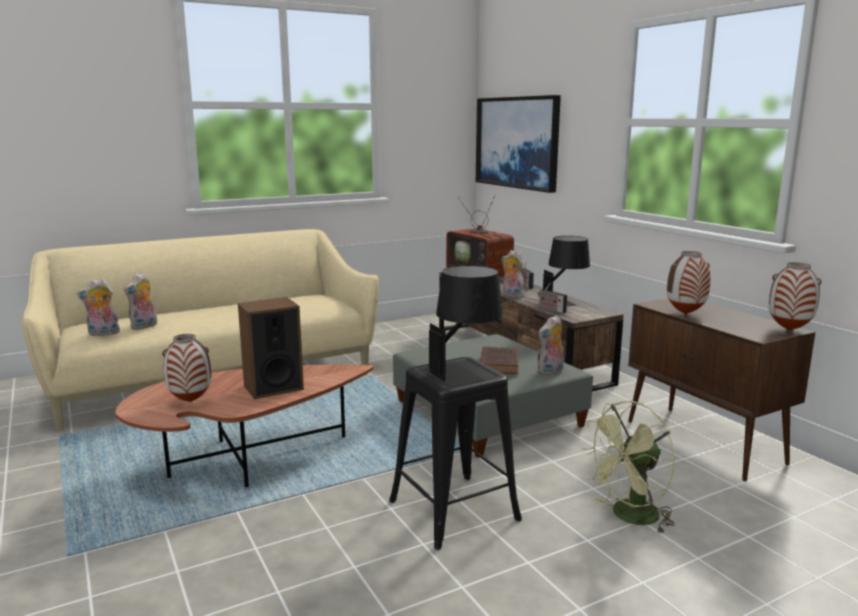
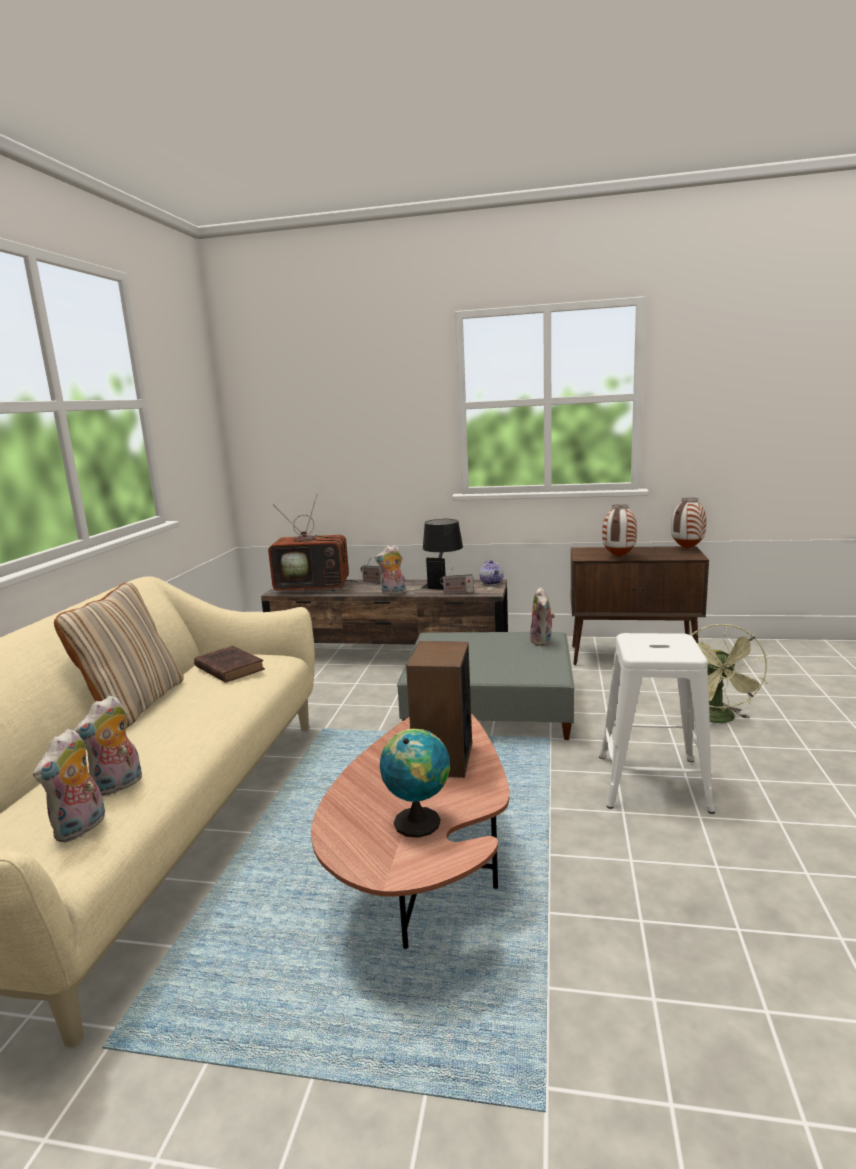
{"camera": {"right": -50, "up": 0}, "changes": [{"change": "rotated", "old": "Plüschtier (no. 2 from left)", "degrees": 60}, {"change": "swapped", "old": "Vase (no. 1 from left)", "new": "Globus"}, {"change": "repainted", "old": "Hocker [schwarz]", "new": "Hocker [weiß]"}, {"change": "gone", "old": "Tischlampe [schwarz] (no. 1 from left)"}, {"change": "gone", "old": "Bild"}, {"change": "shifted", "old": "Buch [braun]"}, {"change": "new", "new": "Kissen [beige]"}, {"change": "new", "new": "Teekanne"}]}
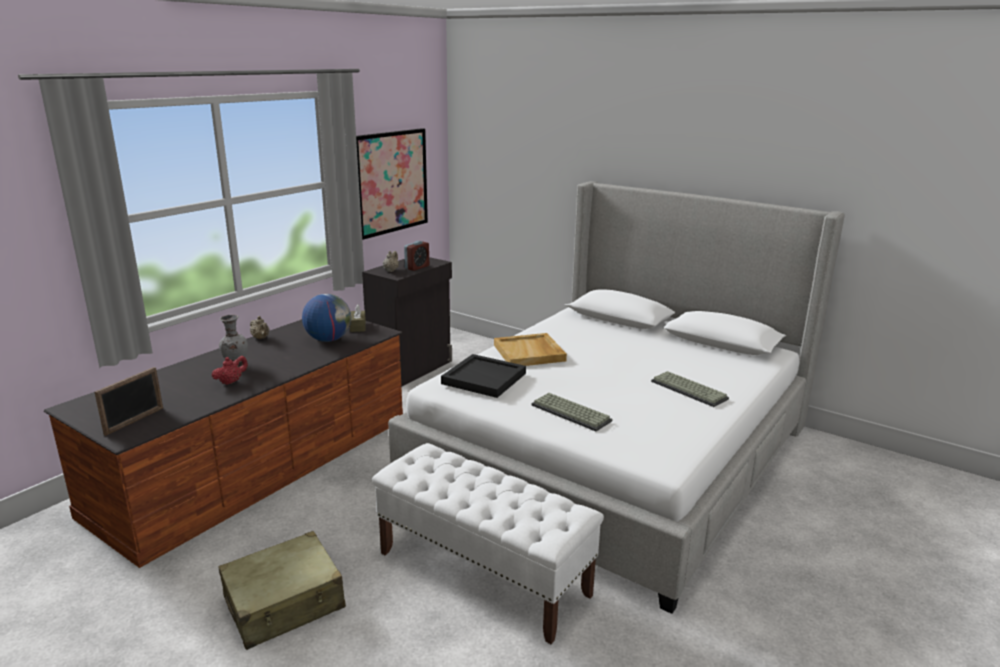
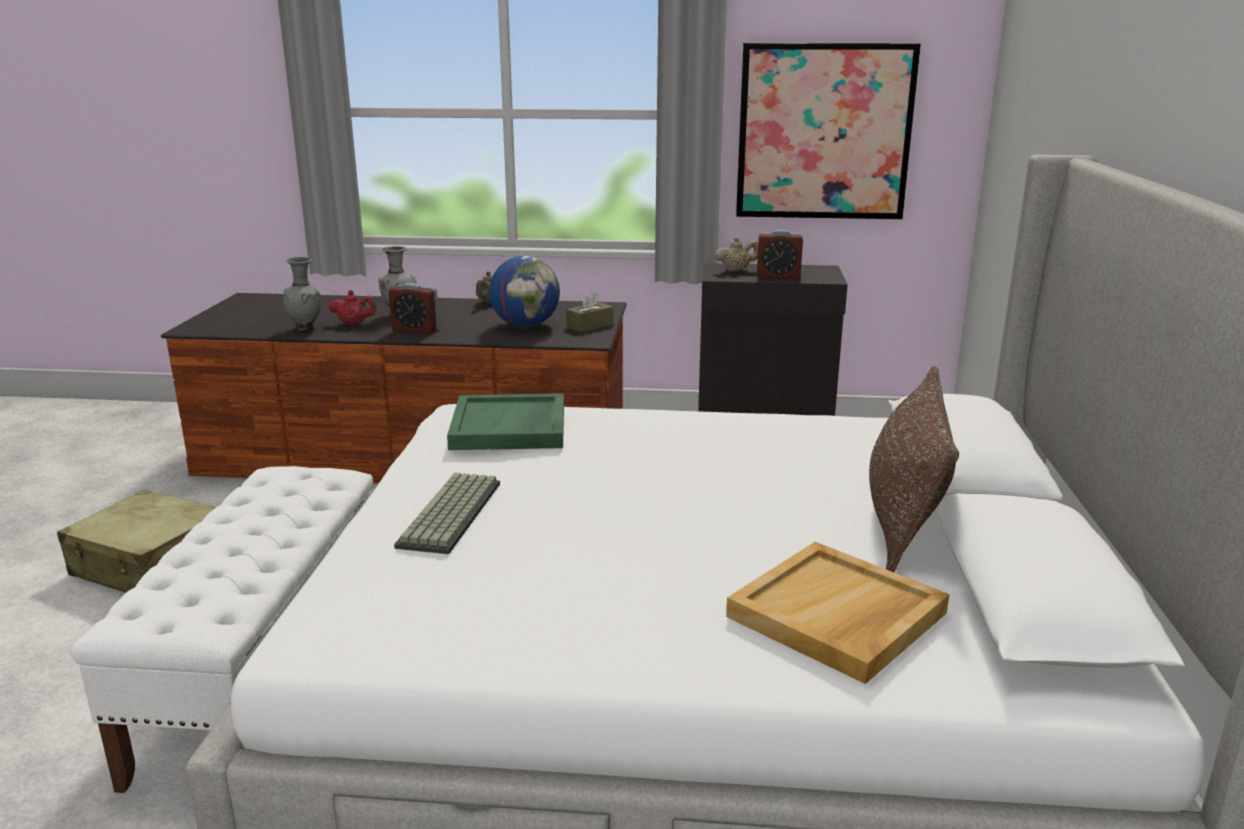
{"camera": {"right": 60, "up": 0}, "changes": [{"change": "gone", "old": "Bilderrahmen"}, {"change": "repainted", "old": "Tablett [schwarz]", "new": "Tablett [grün]"}, {"change": "shifted", "old": "Tablett [beige]"}, {"change": "gone", "old": "Tastatur (no. 2 from left)"}, {"change": "new", "new": "Vase [grau] (no. 1 from left)"}, {"change": "new", "new": "Wecker (no. 1 from left)"}, {"change": "new", "new": "Kissen [braun]"}]}
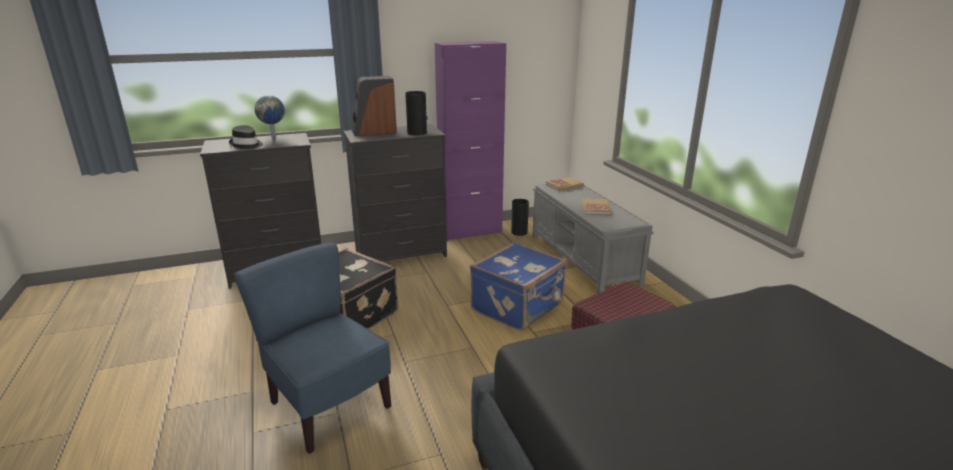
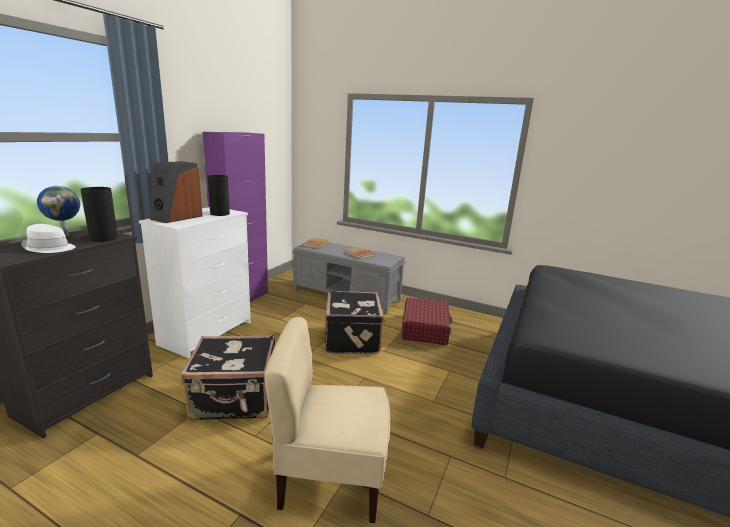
{"camera": {"right": -45, "up": -5}, "changes": [{"change": "repainted", "old": "Hut [schwarz]", "new": "Hut [weiß]"}, {"change": "repainted", "old": "Stuhl [blau]", "new": "Stuhl [beige]"}, {"change": "repainted", "old": "Kommode [schwarz] (no. 2 from left)", "new": "Kommode [weiß]"}, {"change": "repainted", "old": "Koffer [blau]", "new": "Koffer [schwarz] (no. 2 from left)"}, {"change": "shifted", "old": "Vase (no. 2 from left in the first image)", "new": "Vase (no. 1 from left)"}]}
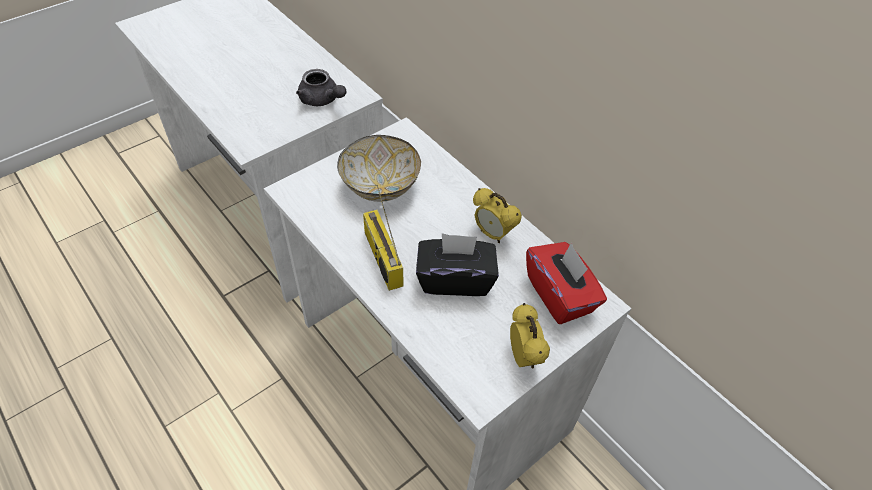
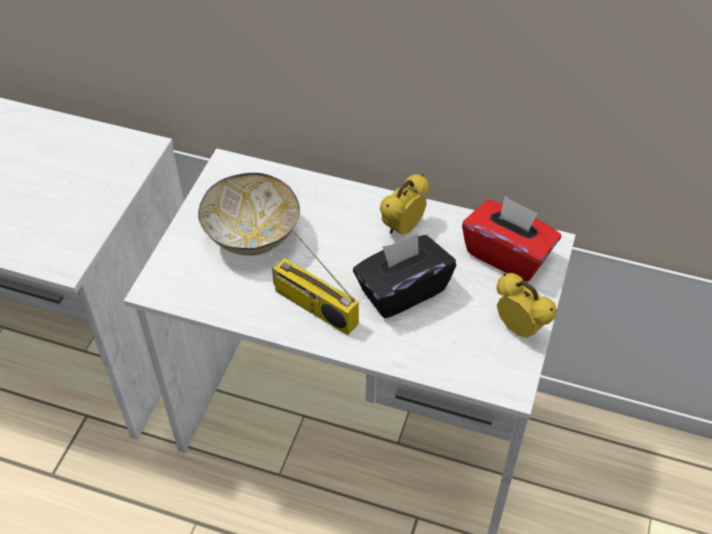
{"camera": {"right": -30, "up": 0}, "changes": [{"change": "gone", "old": "Teekanne [grau]"}, {"change": "rotated", "old": "Wecker (no. 1 from left)", "degrees": 120}]}
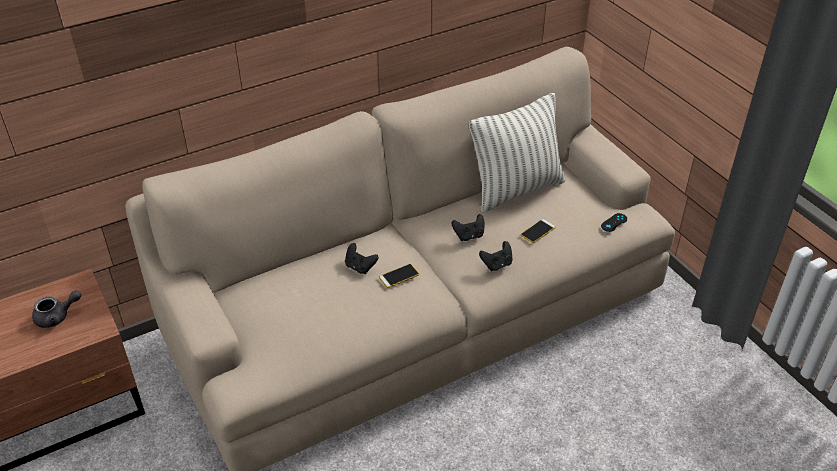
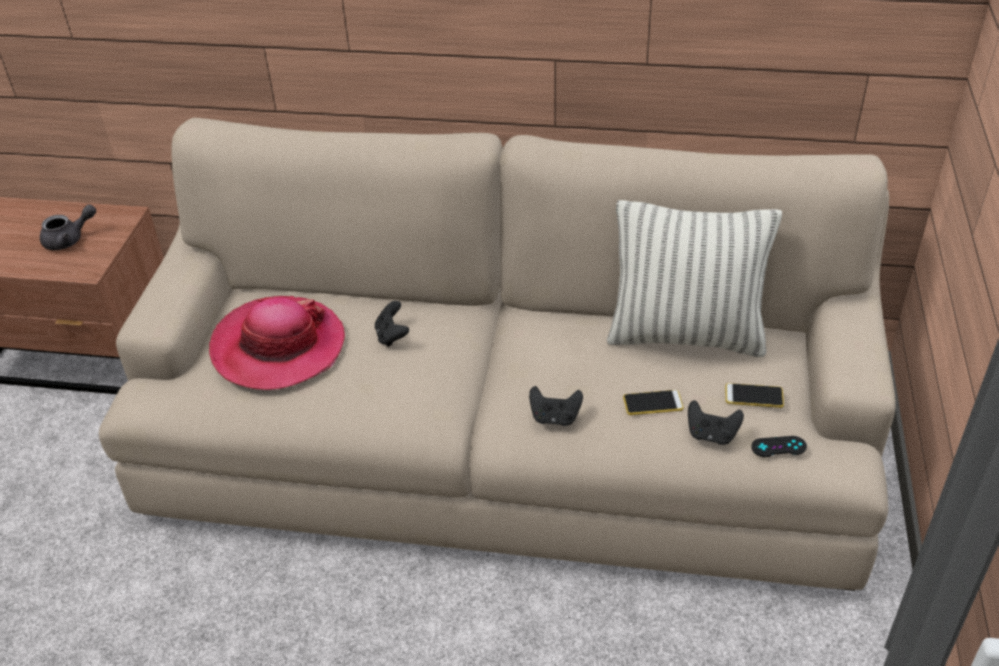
{"camera": {"right": 40, "up": 0}, "changes": [{"change": "rotated", "old": "Teekanne [grau]", "degrees": -45}, {"change": "shifted", "old": "Handy (no. 1 from left in the first image)", "new": "Handy (no. 2 from left)"}, {"change": "shifted", "old": "Gamepad [schwarz] (no. 2 from left in the first image)", "new": "Gamepad [schwarz] (no. 3 from left)"}, {"change": "new", "new": "Hut"}]}
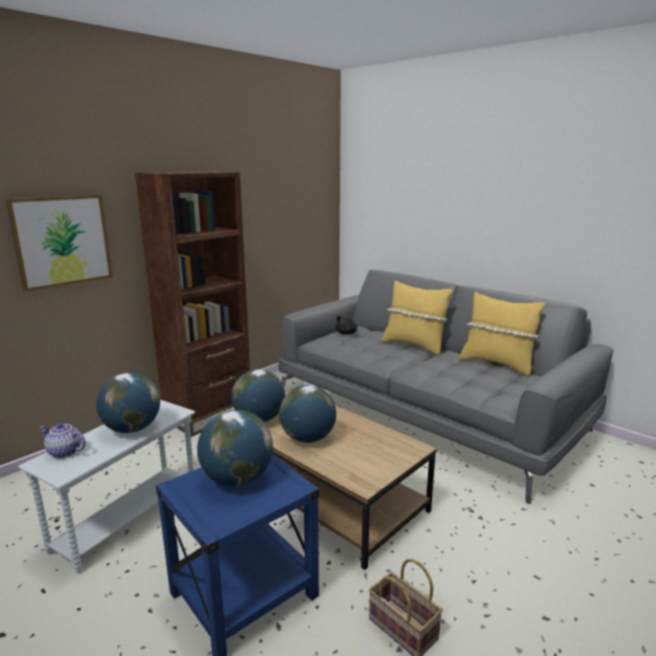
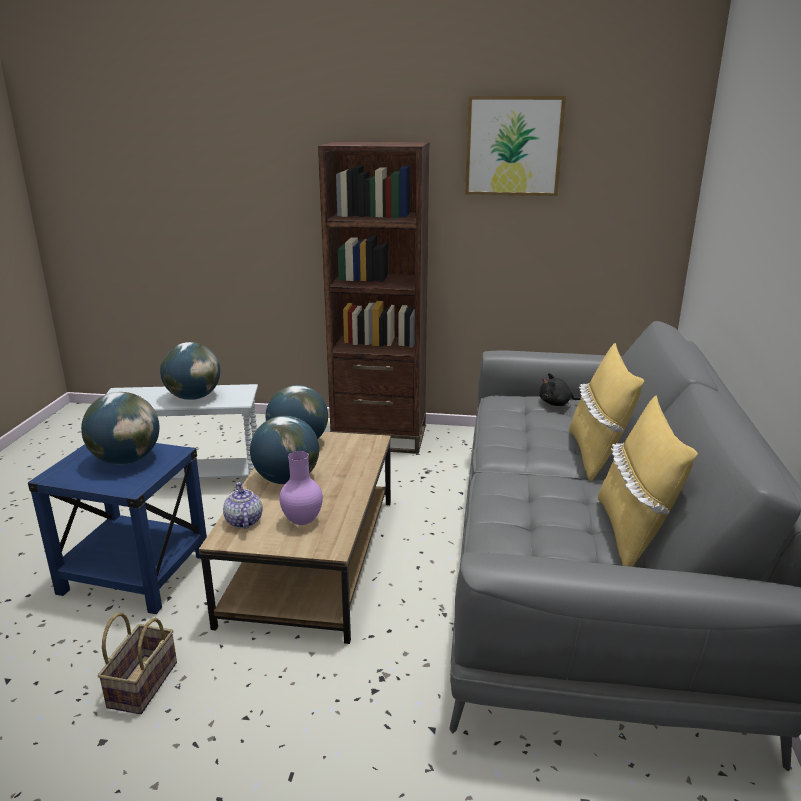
{"camera": {"right": 55, "up": 5}, "changes": [{"change": "shifted", "old": "Bild"}, {"change": "shifted", "old": "Teekanne"}, {"change": "new", "new": "Vase [lila]"}]}
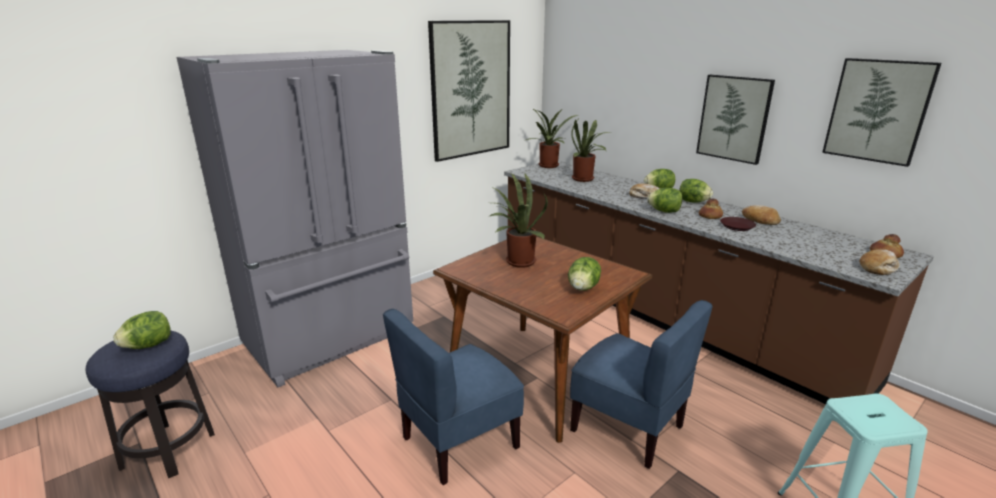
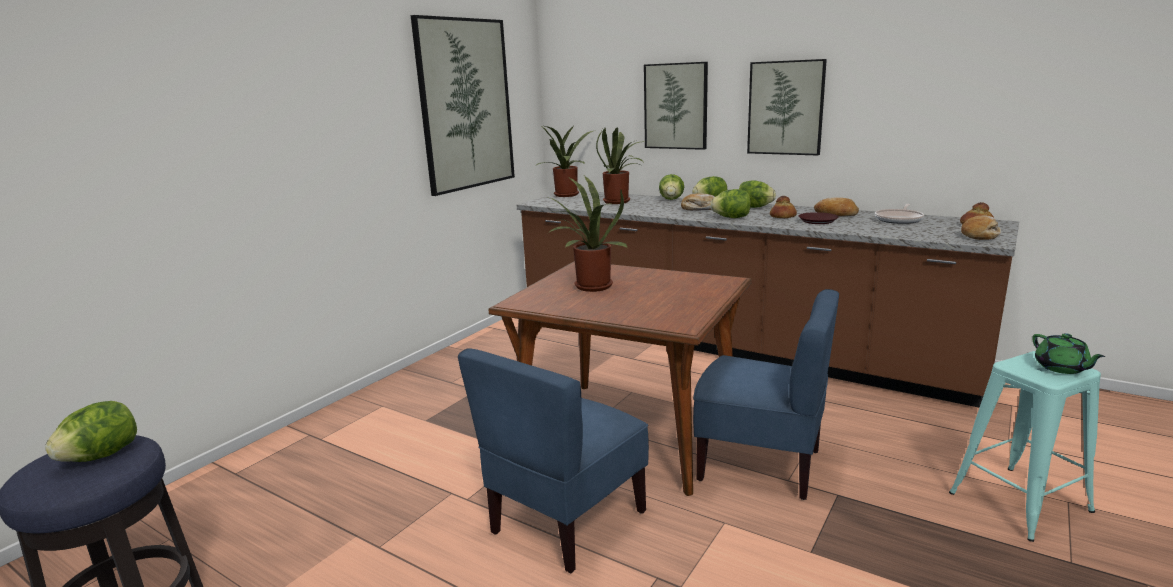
{"camera": {"right": -15, "up": -5}, "changes": [{"change": "gone", "old": "Kühlschrank [grau]"}, {"change": "shifted", "old": "Salatkopf (no. 2 from left)"}, {"change": "shifted", "old": "Bild (no. 3 from left in the first image)", "new": "Bild (no. 2 from left)"}, {"change": "new", "new": "Pfanne"}, {"change": "new", "new": "Teekanne [grün]"}]}
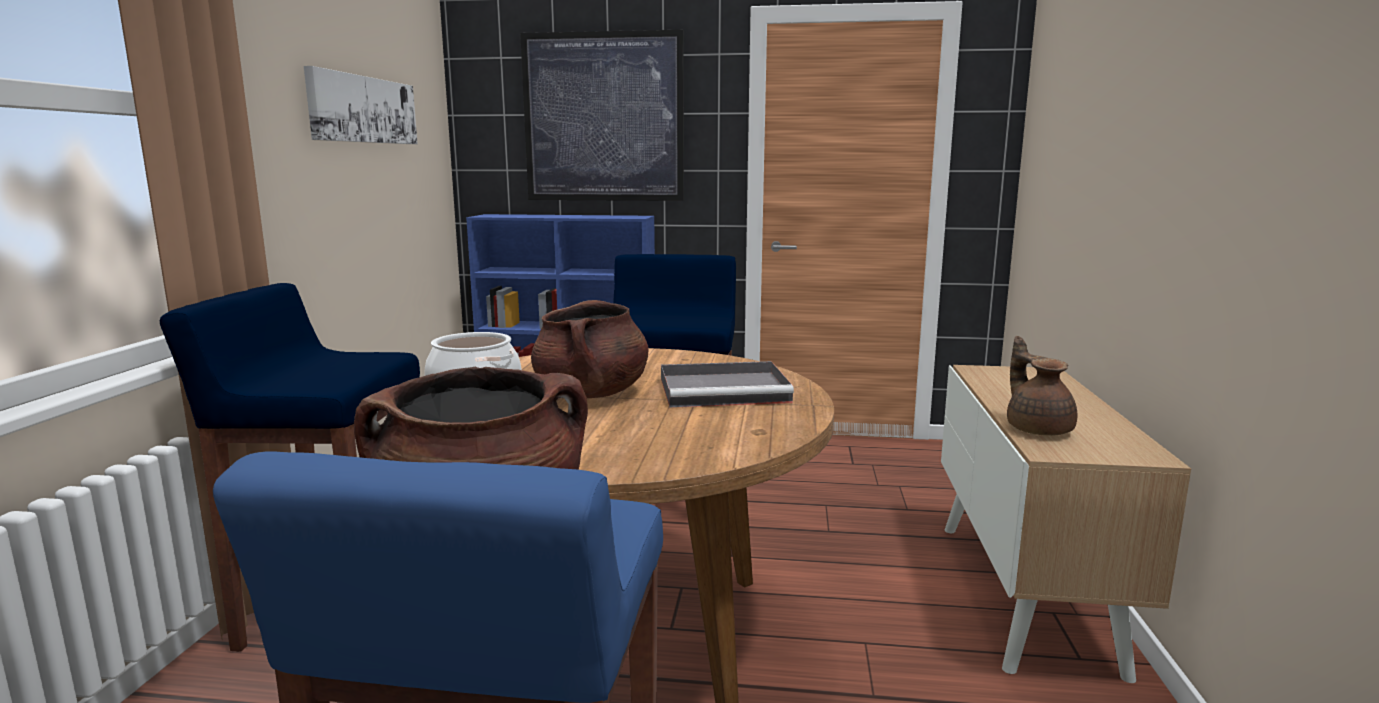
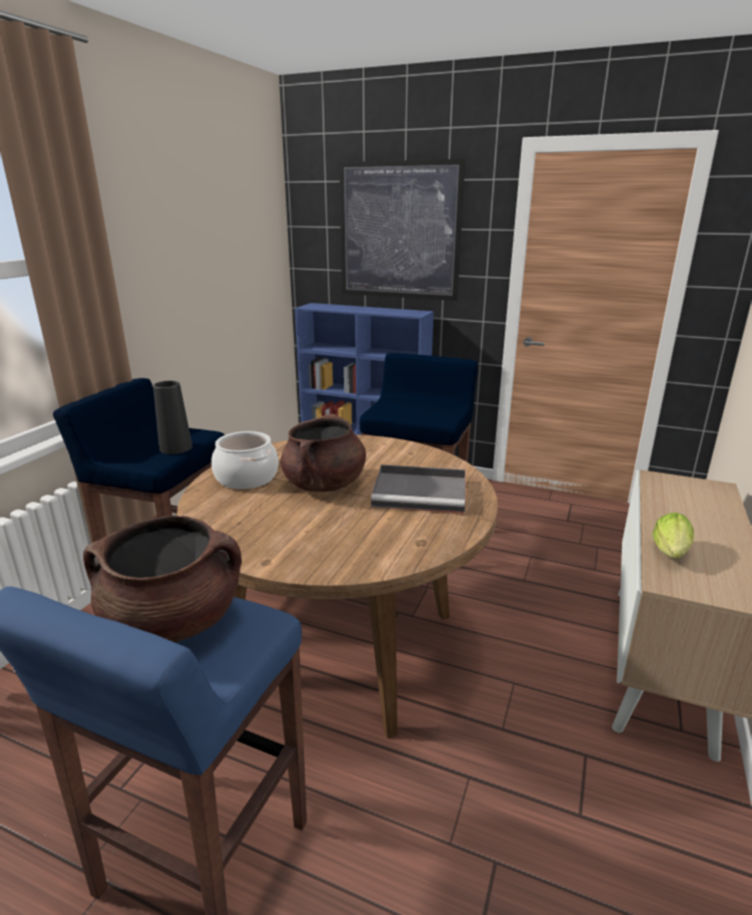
{"camera": {"right": 15, "up": 10}, "changes": [{"change": "gone", "old": "Bild (no. 1 from left)"}, {"change": "swapped", "old": "Teekanne [braun]", "new": "Salatkopf"}, {"change": "new", "new": "Vase [schwarz]"}]}
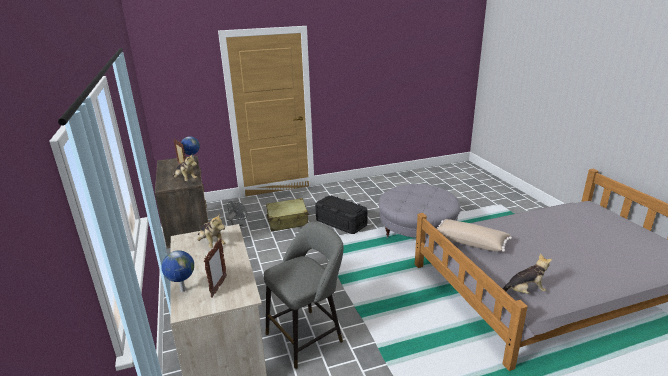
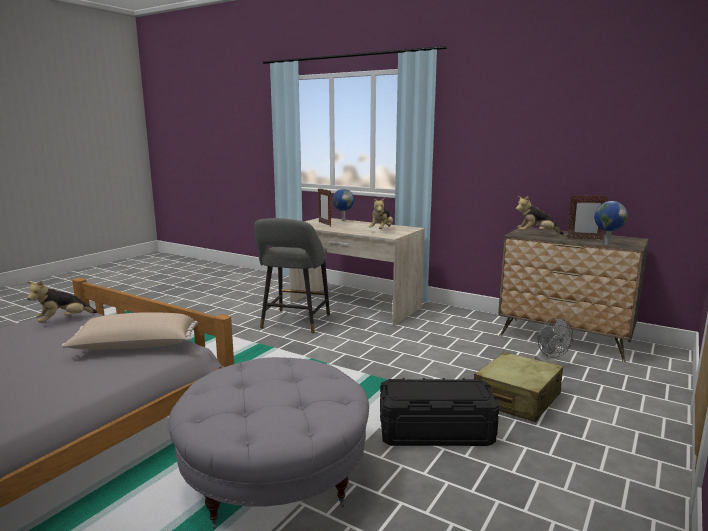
{"camera": {"right": 140, "up": -10}, "changes": [{"change": "rotated", "old": "Plüschtier (no. 2 from left)", "degrees": -75}]}
